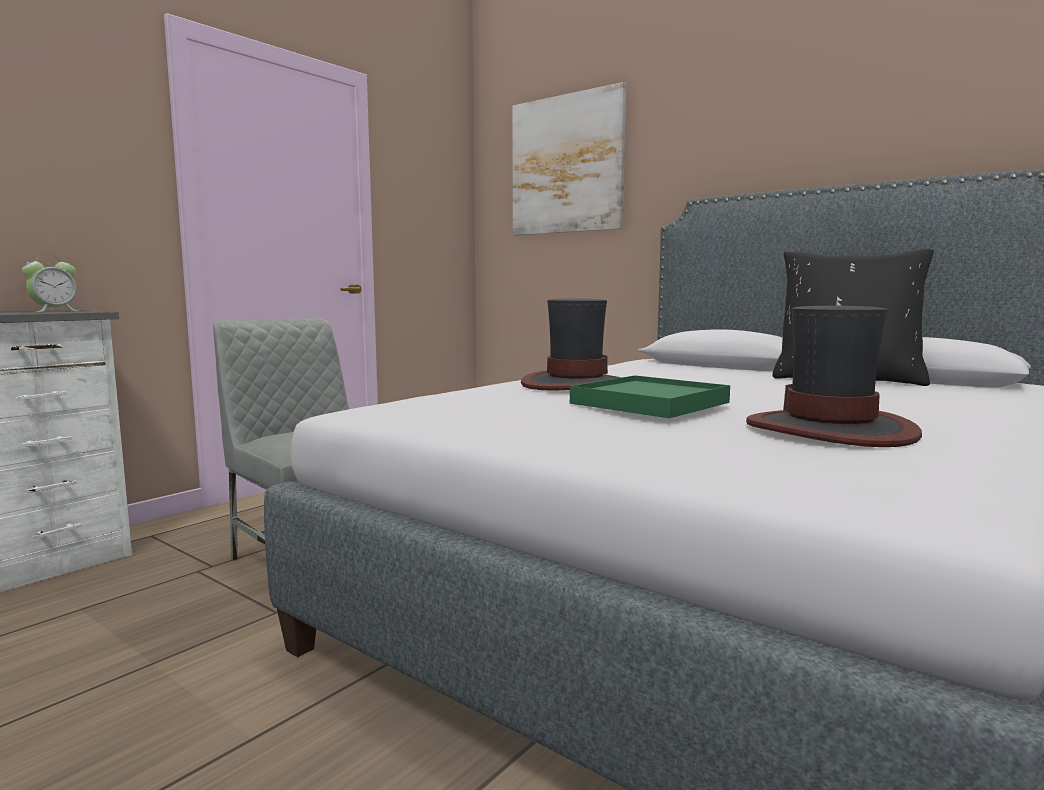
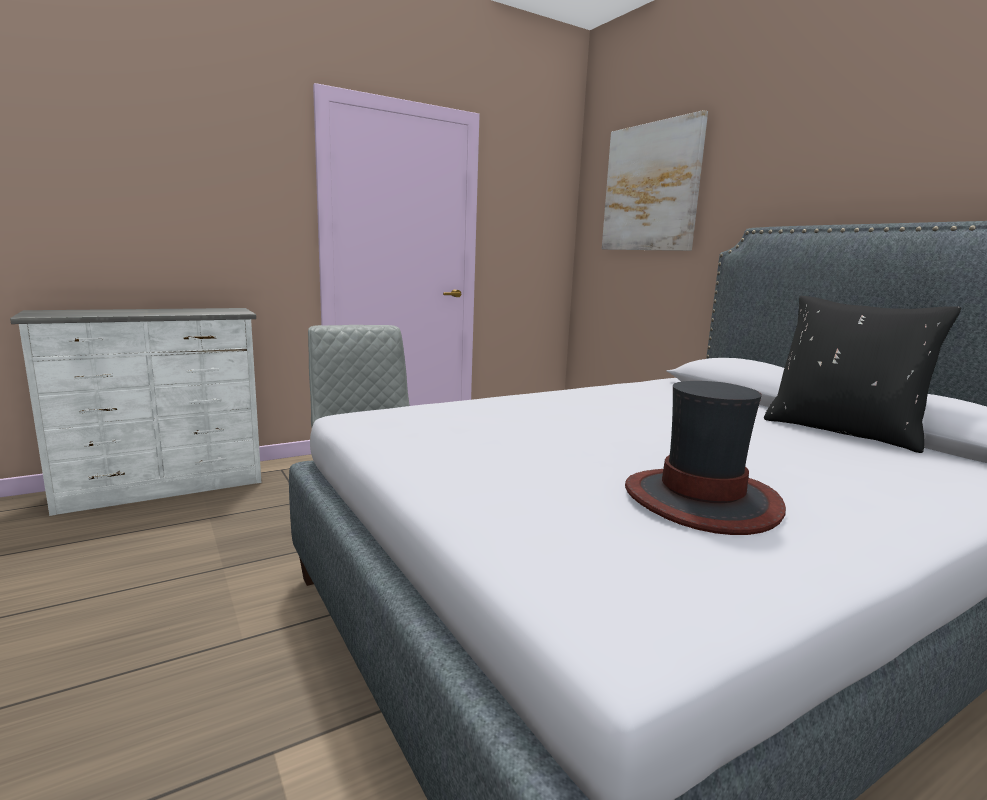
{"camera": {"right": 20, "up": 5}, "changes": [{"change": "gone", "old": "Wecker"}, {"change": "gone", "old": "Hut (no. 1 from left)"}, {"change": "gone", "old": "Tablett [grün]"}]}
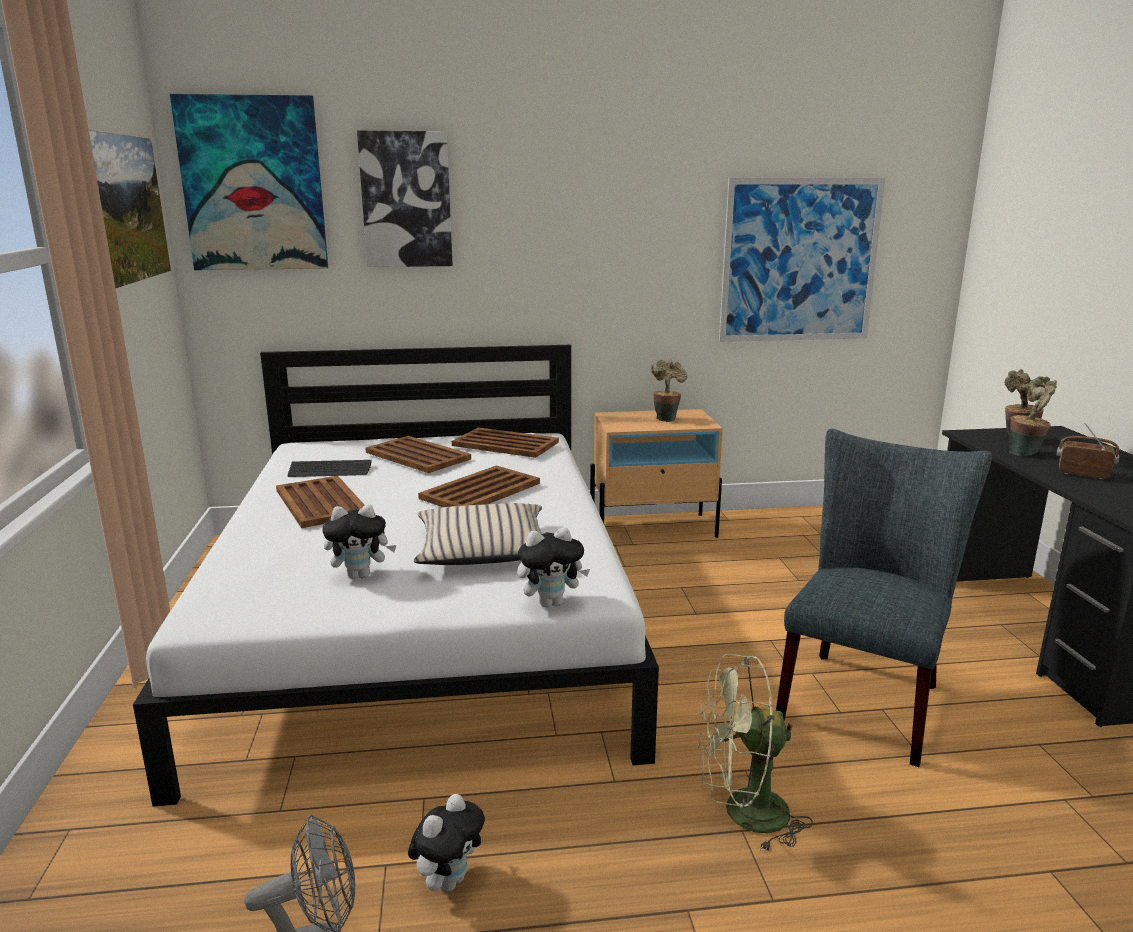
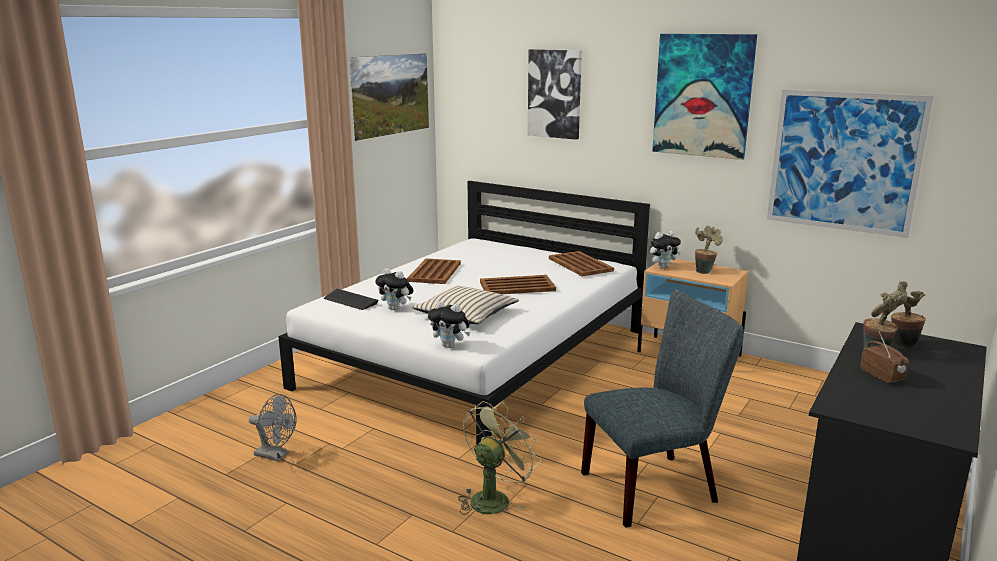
{"camera": {"right": 40, "up": 0}, "changes": [{"change": "shifted", "old": "Bild (no. 2 from left in the first image)", "new": "Bild (no. 3 from left)"}, {"change": "shifted", "old": "Tastatur"}, {"change": "gone", "old": "Tablett [braun] (no. 2 from left)"}, {"change": "shifted", "old": "Plüschtier (no. 2 from left in the first image)", "new": "Plüschtier (no. 3 from left)"}, {"change": "rotated", "old": "Ventilator [grün]", "degrees": 90}]}
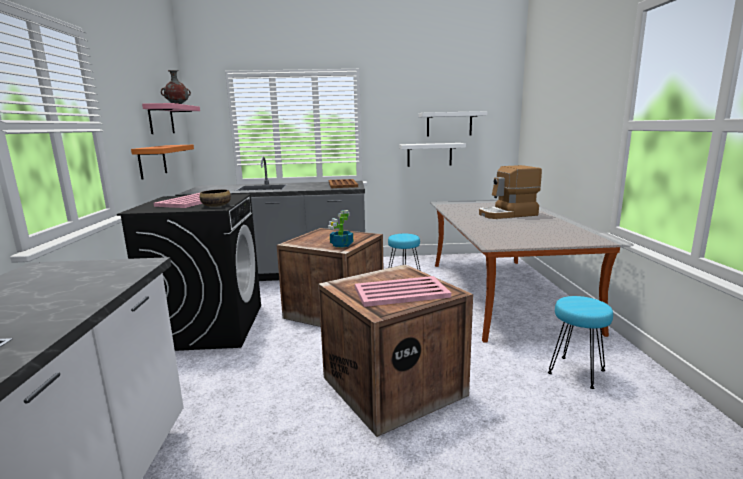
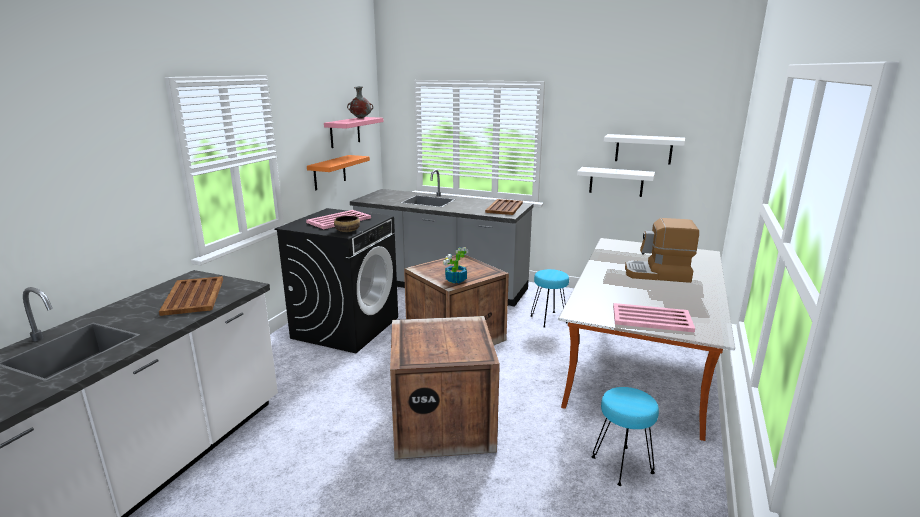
{"camera": {"right": 25, "up": 5}, "changes": [{"change": "shifted", "old": "Tablett [rosa] (no. 2 from left)"}, {"change": "new", "new": "Tablett [braun] (no. 1 from left)"}]}
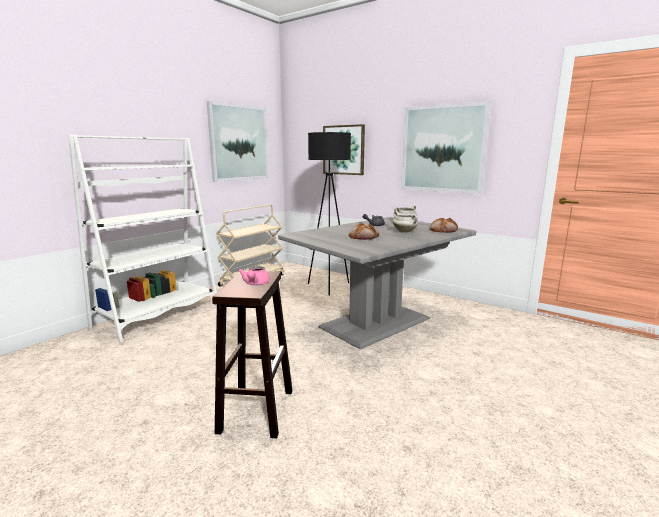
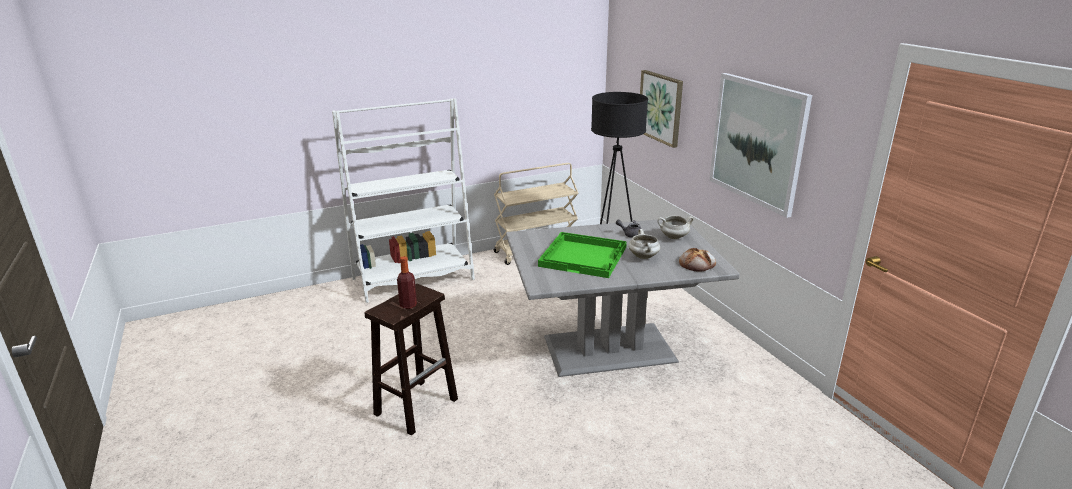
{"camera": {"right": 30, "up": 10}, "changes": [{"change": "gone", "old": "Bild (no. 1 from left)"}, {"change": "swapped", "old": "Teekanne [rosa]", "new": "Flasche"}, {"change": "swapped", "old": "Brot (no. 1 from left)", "new": "Tablett [grün]"}]}
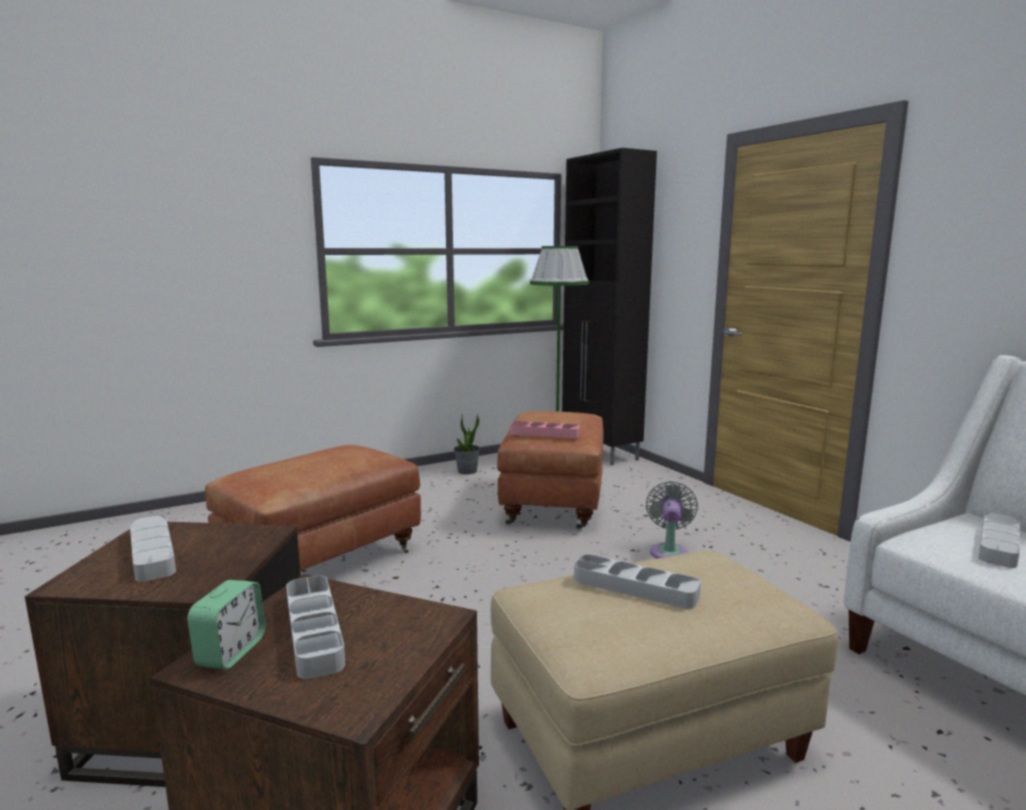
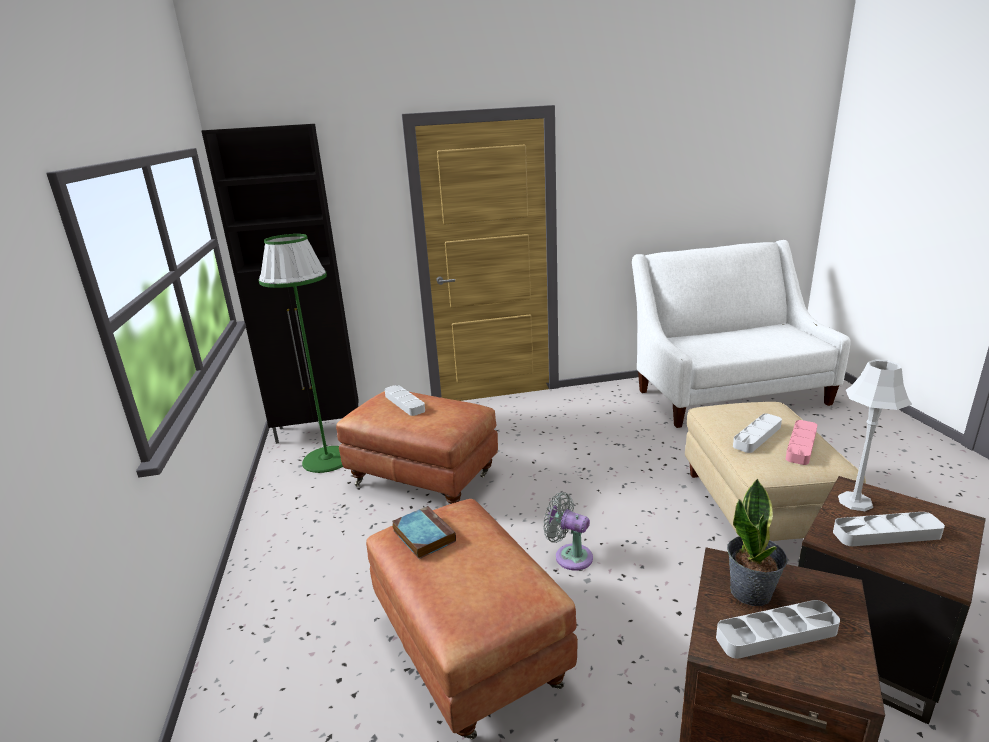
{"camera": {"right": -70, "up": 10}, "changes": [{"change": "gone", "old": "Wecker"}, {"change": "shifted", "old": "Topfpflanze"}, {"change": "shifted", "old": "Tablett [rosa]"}, {"change": "shifted", "old": "Ventilator [grau]"}, {"change": "shifted", "old": "Tablett [grau] (no. 4 from left in the first image)", "new": "Tablett [grau] (no. 1 from left)"}, {"change": "new", "new": "Buch"}, {"change": "new", "new": "Tischlampe [grau]"}]}
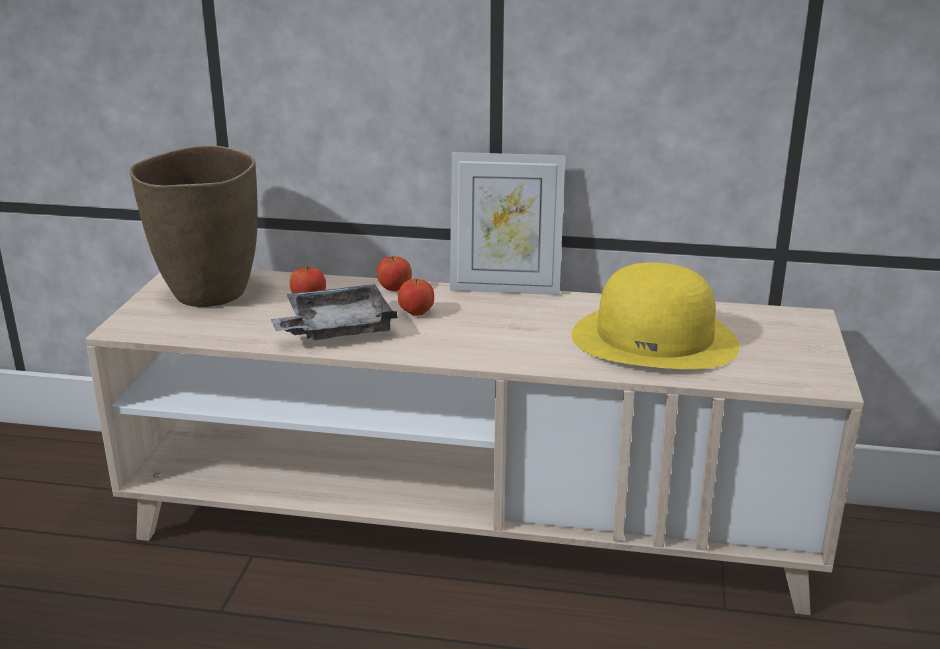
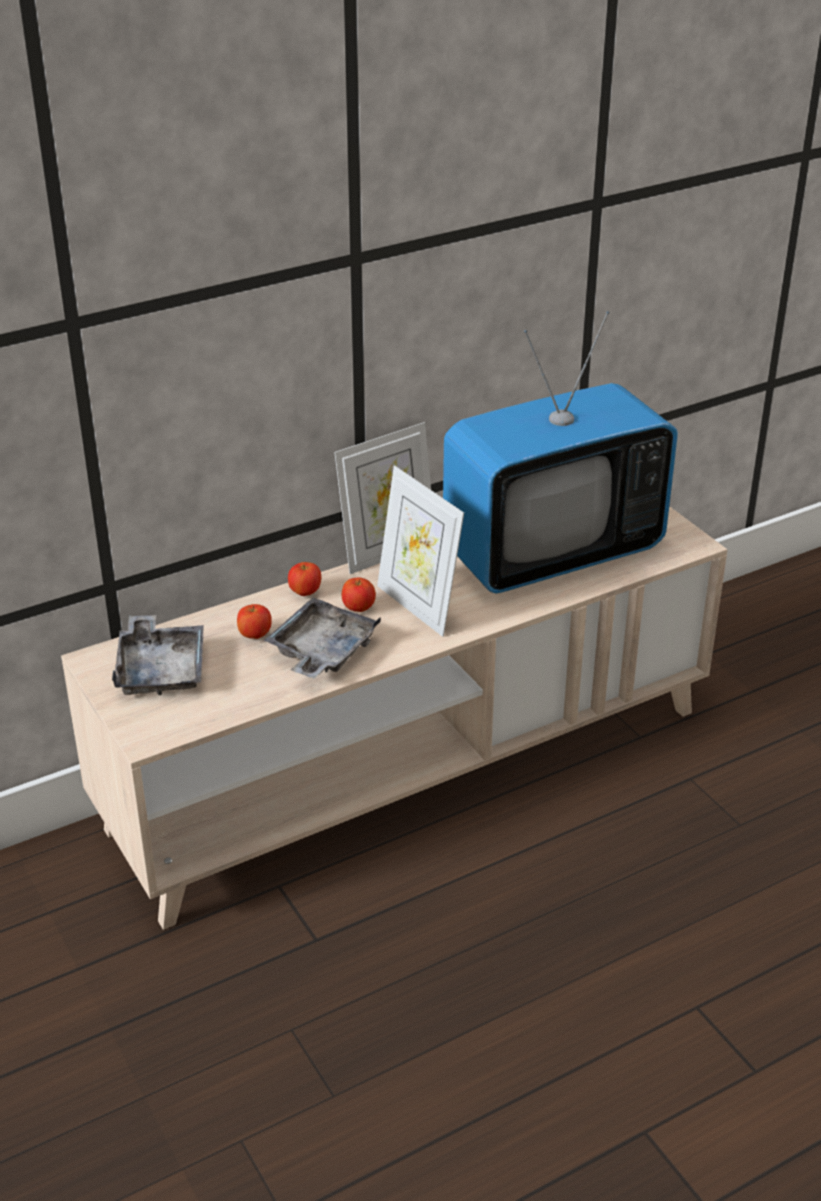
{"camera": {"right": -40, "up": 10}, "changes": [{"change": "swapped", "old": "Vase [braun]", "new": "Tablett [grau] (no. 1 from left)"}, {"change": "swapped", "old": "Hut [gelb]", "new": "Fernseher"}, {"change": "new", "new": "Bilderrahmen (no. 2 from left)"}]}
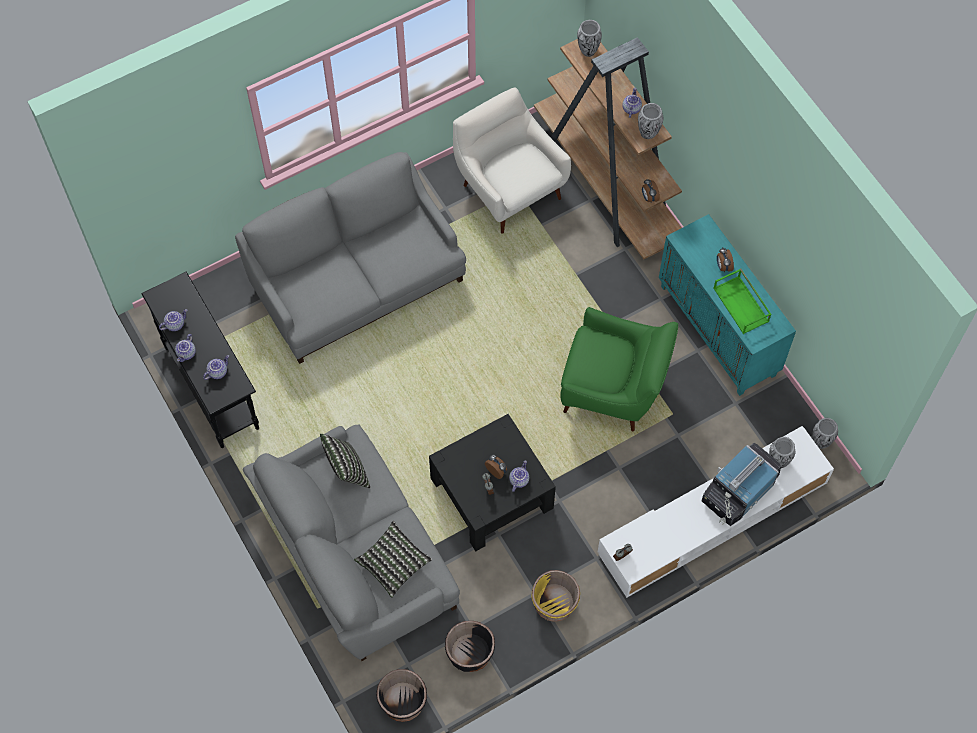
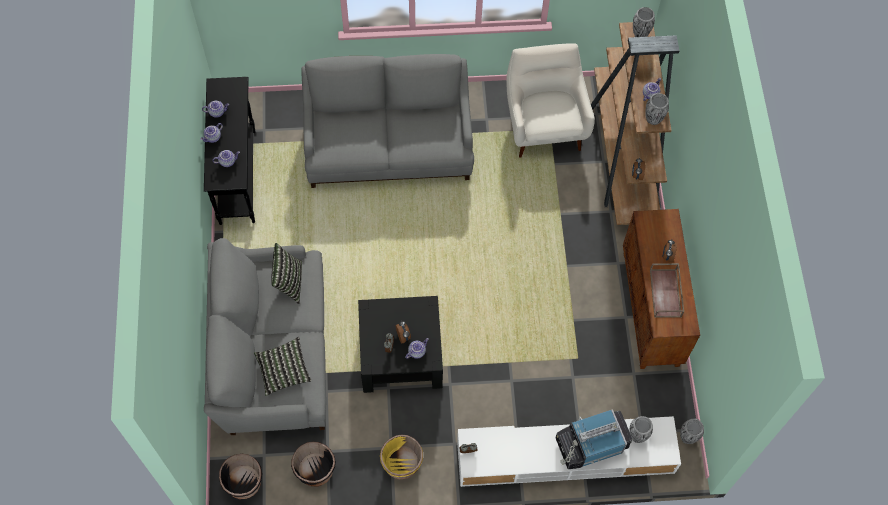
{"camera": {"right": 25, "up": 0}, "changes": [{"change": "gone", "old": "Sessel [grün]"}, {"change": "repainted", "old": "Schrank [türkis]", "new": "Schrank [braun]"}, {"change": "repainted", "old": "Tablett [grün]", "new": "Tablett [braun]"}]}
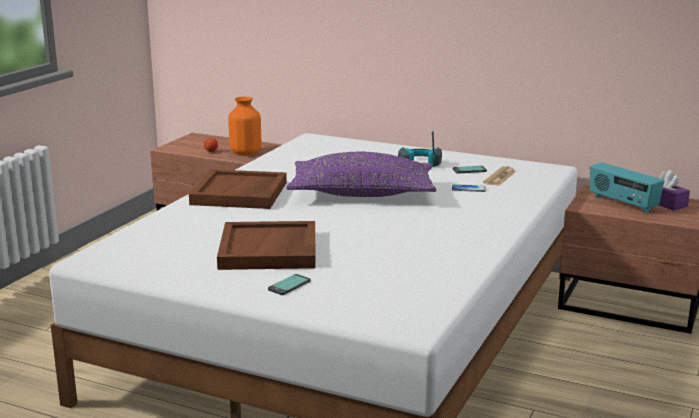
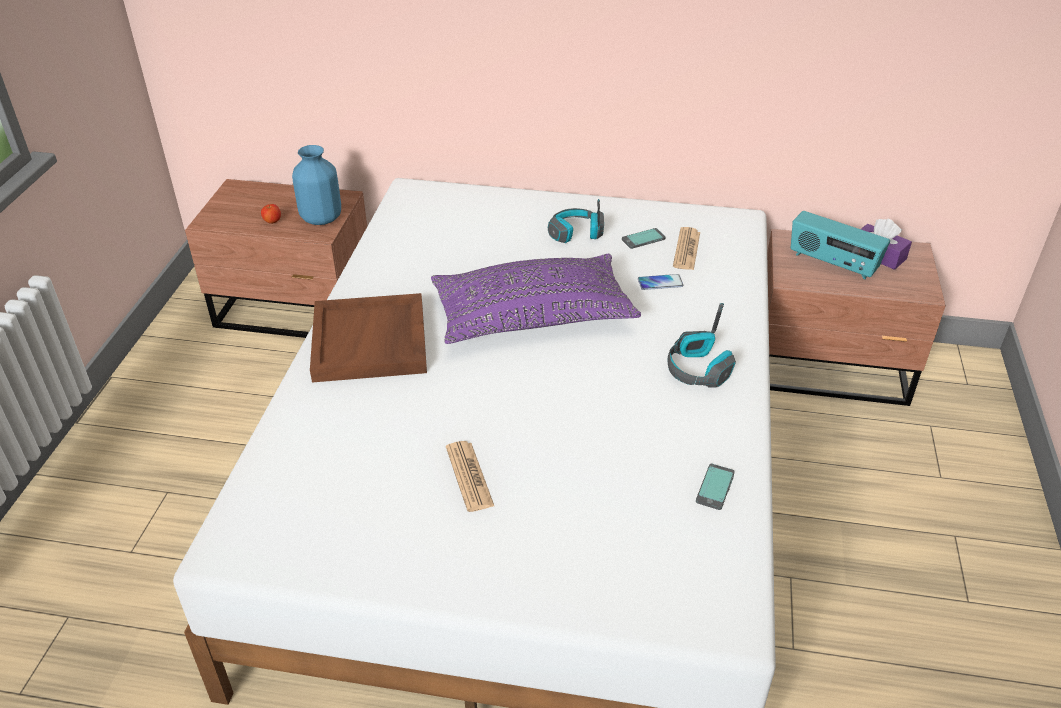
{"camera": {"right": -15, "up": 20}, "changes": [{"change": "swapped", "old": "Tablett [braun] (no. 2 from left)", "new": "Zeitung (no. 1 from left)"}, {"change": "repainted", "old": "Vase [orange]", "new": "Vase [blau]"}, {"change": "shifted", "old": "Handy (no. 1 from left in the first image)", "new": "Handy (no. 3 from left)"}, {"change": "new", "new": "Kopfhörer (no. 2 from left)"}]}
